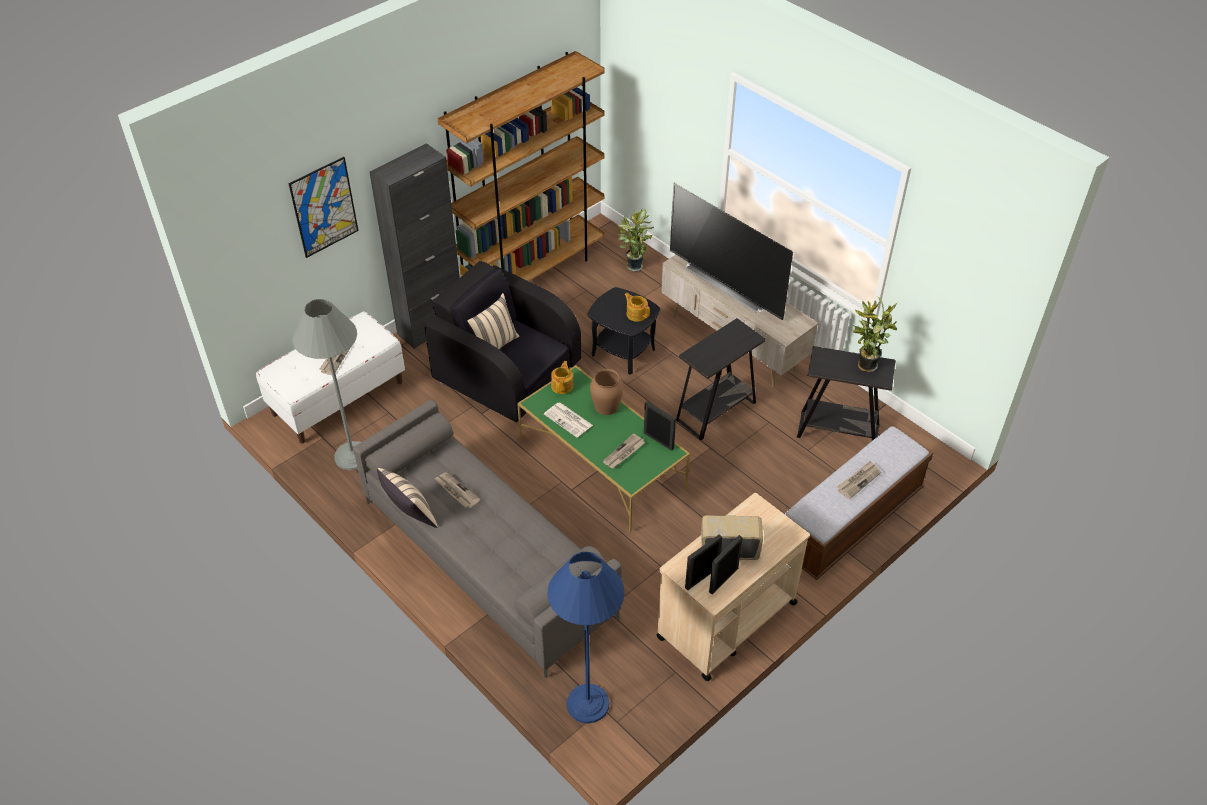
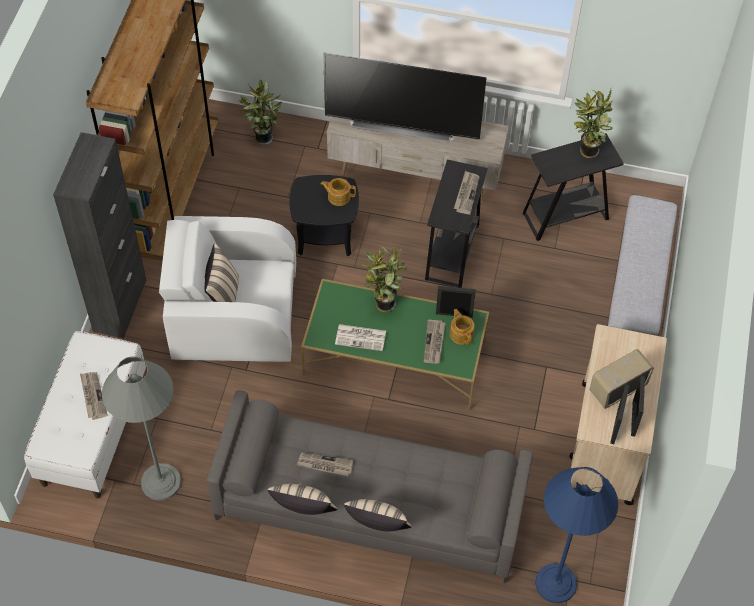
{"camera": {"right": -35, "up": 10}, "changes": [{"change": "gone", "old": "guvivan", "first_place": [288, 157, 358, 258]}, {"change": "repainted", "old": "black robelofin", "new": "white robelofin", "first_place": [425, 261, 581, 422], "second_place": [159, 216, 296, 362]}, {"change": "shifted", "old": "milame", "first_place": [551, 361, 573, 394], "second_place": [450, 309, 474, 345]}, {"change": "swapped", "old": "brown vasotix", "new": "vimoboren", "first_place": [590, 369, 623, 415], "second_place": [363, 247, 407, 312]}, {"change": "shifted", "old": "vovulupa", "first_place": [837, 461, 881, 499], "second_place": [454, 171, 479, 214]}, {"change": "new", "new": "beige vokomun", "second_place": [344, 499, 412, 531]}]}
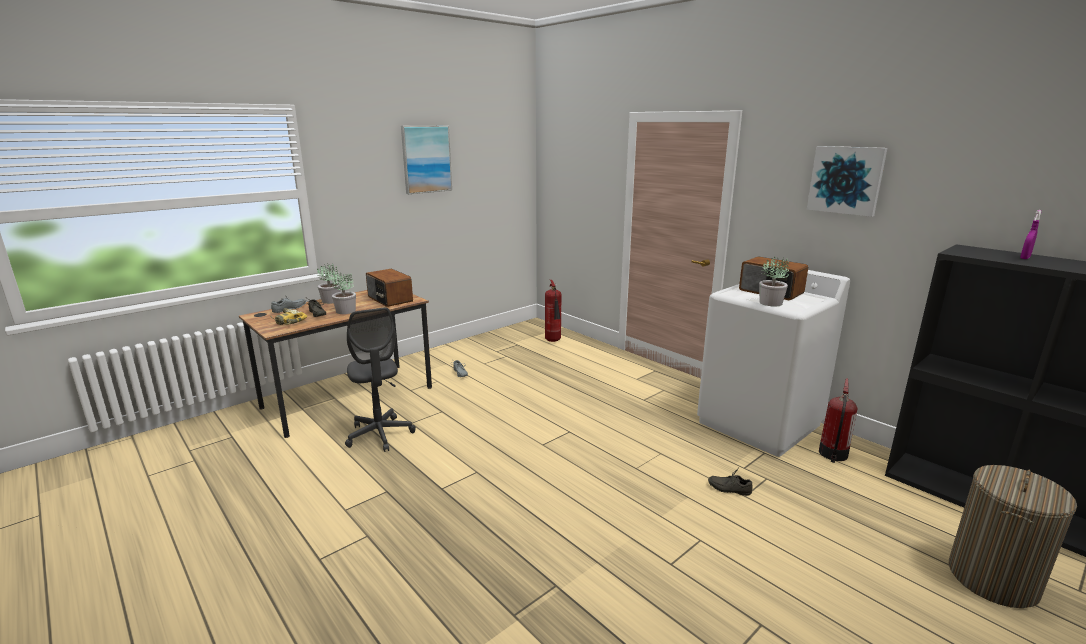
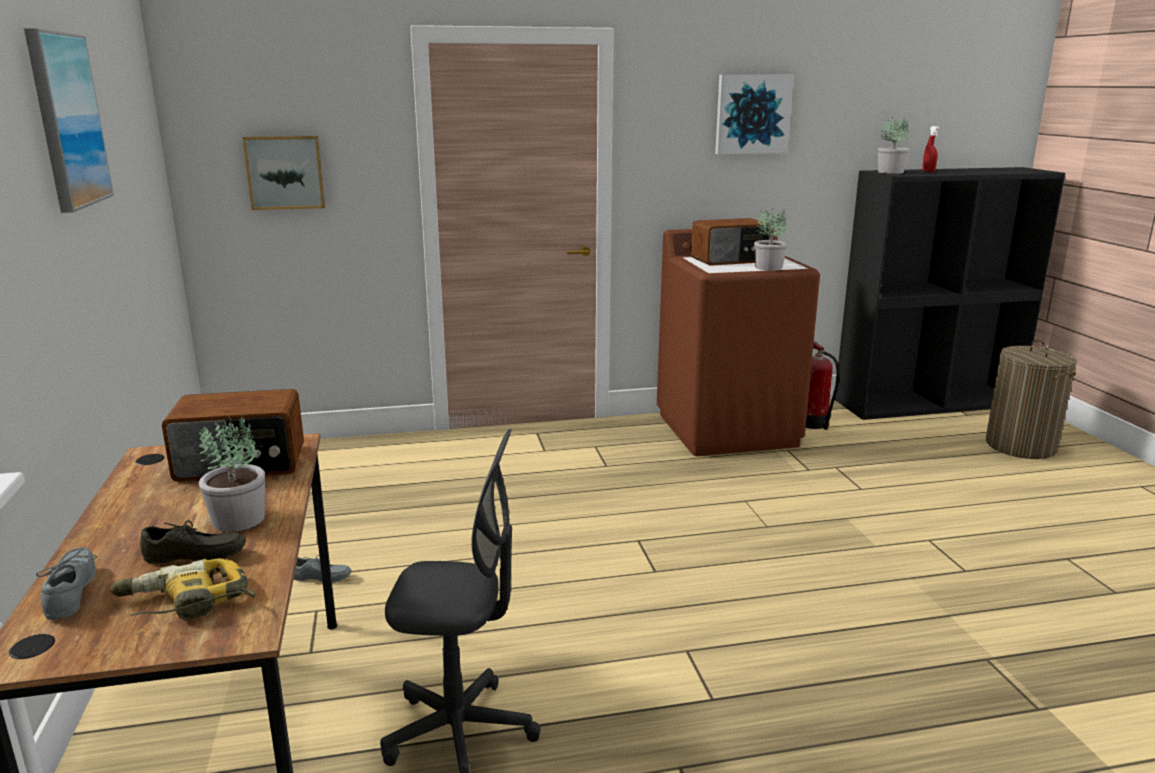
{"camera": {"right": -60, "up": 0}, "changes": [{"change": "shifted", "old": "vimoboren", "first_place": [317, 263, 341, 304], "second_place": [878, 116, 910, 174]}, {"change": "gone", "old": "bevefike", "first_place": [545, 280, 561, 342]}, {"change": "repainted", "old": "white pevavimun", "new": "brown pevavimun", "first_place": [697, 270, 850, 457], "second_place": [657, 228, 820, 456]}, {"change": "gone", "old": "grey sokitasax", "first_place": [708, 469, 753, 496]}, {"change": "repainted", "old": "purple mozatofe", "new": "red mozatofe", "first_place": [1020, 210, 1041, 259], "second_place": [922, 126, 940, 172]}, {"change": "new", "new": "guvivan", "second_place": [242, 136, 325, 210]}]}
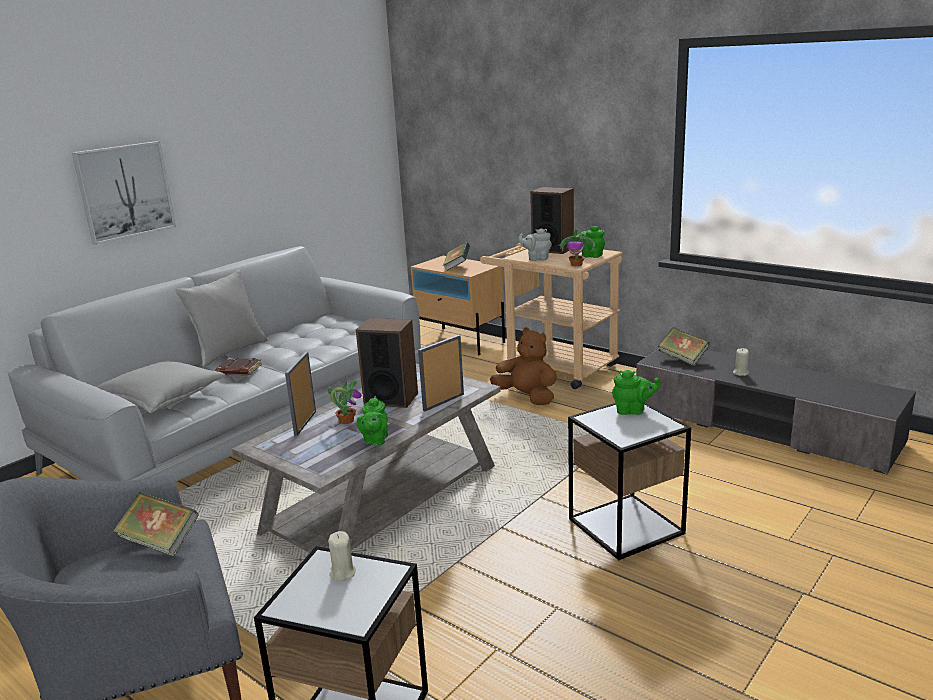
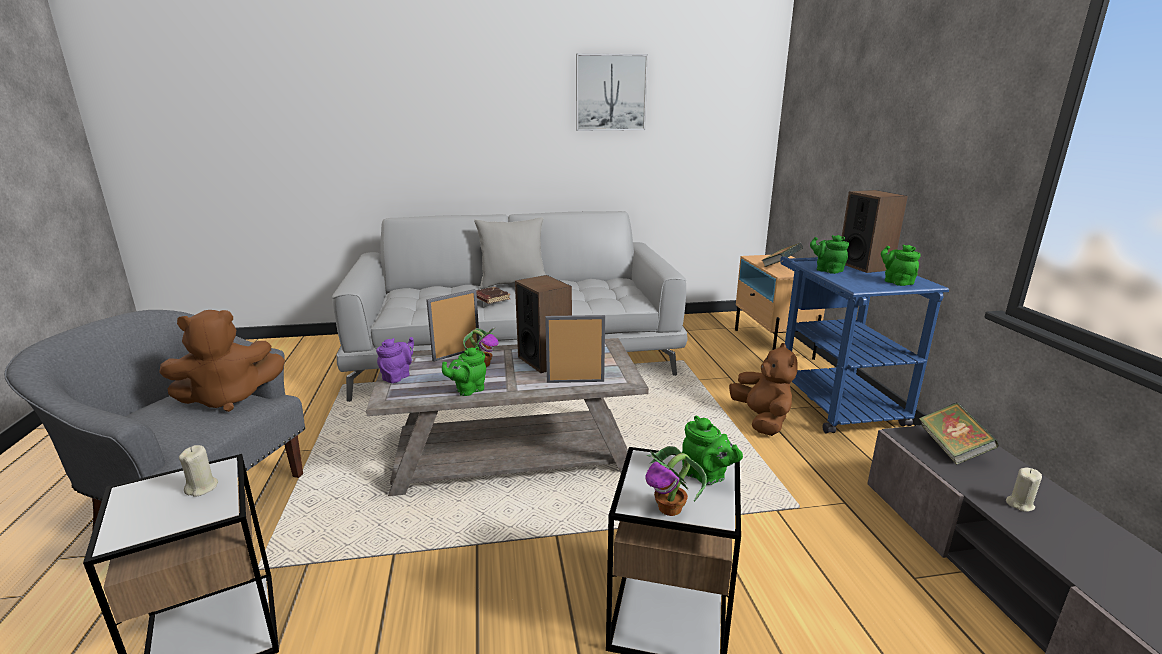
{"camera": {"right": 40, "up": 0}, "changes": [{"change": "shifted", "old": "guvivan", "first_place": [72, 141, 176, 245], "second_place": [576, 53, 648, 131]}, {"change": "gone", "old": "grey vokomun", "first_place": [96, 360, 225, 413]}, {"change": "swapped", "old": "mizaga", "new": "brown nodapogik", "first_place": [113, 492, 199, 556], "second_place": [159, 310, 285, 412]}, {"change": "repainted", "old": "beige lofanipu", "new": "blue lofanipu", "first_place": [480, 243, 623, 389], "second_place": [780, 256, 949, 434]}, {"change": "repainted", "old": "grey milame", "new": "green milame", "first_place": [518, 229, 552, 261], "second_place": [810, 235, 849, 274]}, {"change": "shifted", "old": "vimoboren", "first_place": [558, 235, 595, 266], "second_place": [645, 446, 707, 516]}, {"change": "new", "new": "purple milame", "second_place": [376, 337, 414, 383]}]}
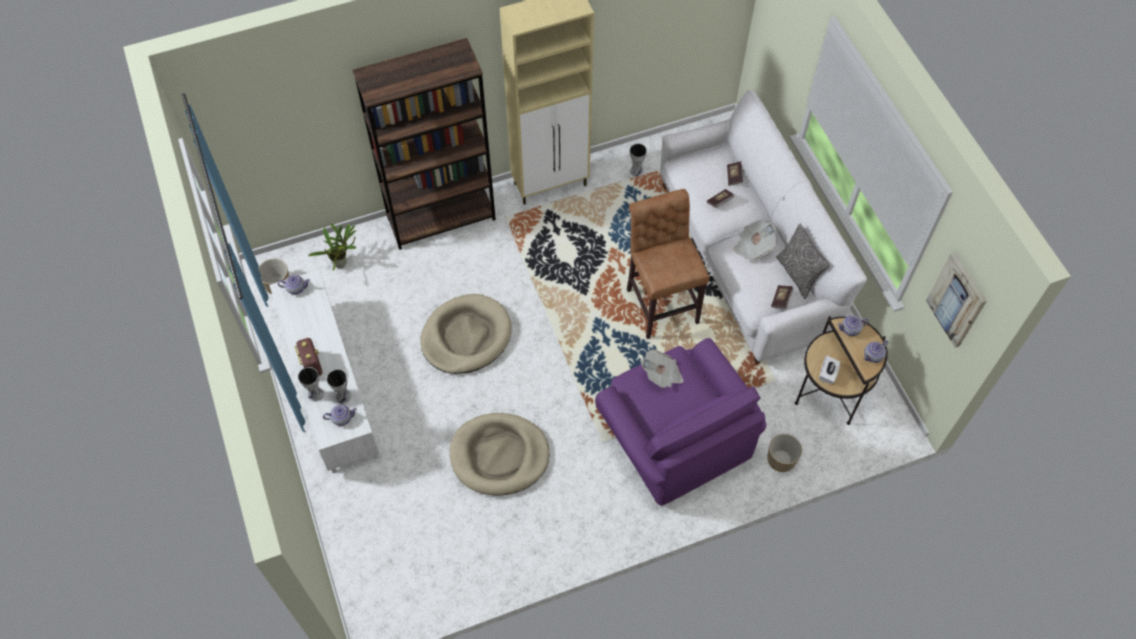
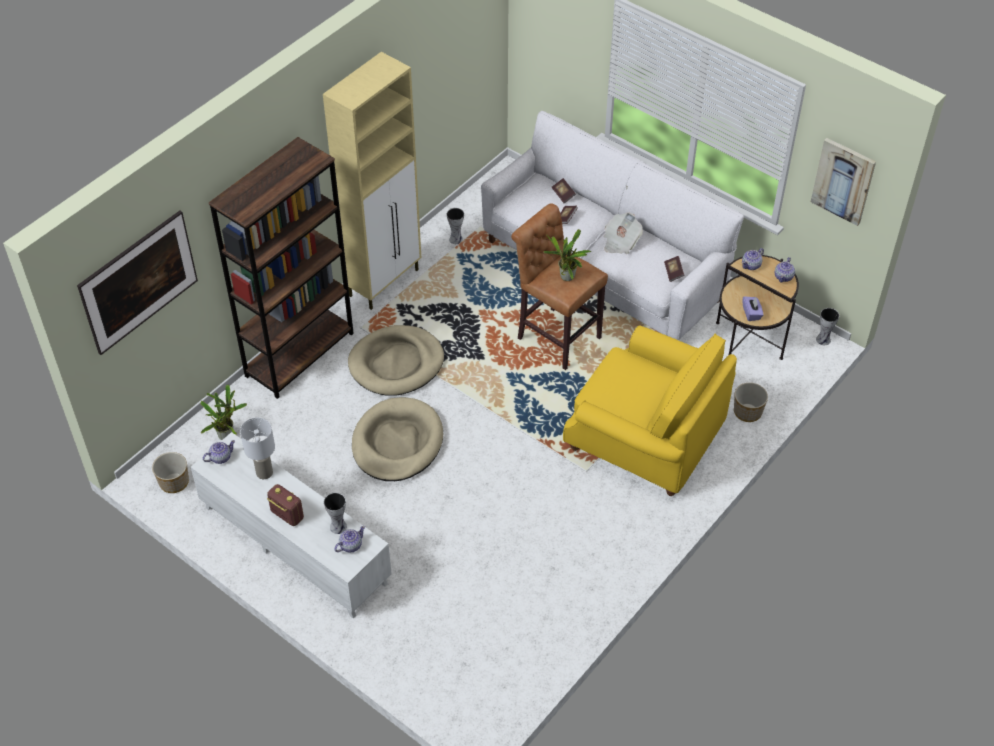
{"camera": {"right": -30, "up": -10}, "changes": [{"change": "shifted", "old": "vasotix", "first_place": [298, 367, 324, 402], "second_place": [816, 308, 839, 345]}, {"change": "shifted", "old": "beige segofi", "first_place": [450, 413, 550, 496], "second_place": [348, 325, 444, 396]}, {"change": "repainted", "old": "purple robelofin", "new": "yellow robelofin", "first_place": [595, 338, 767, 506], "second_place": [563, 325, 737, 496]}, {"change": "gone", "old": "vovulupa", "first_place": [641, 349, 684, 388]}, {"change": "gone", "old": "vokomun", "first_place": [776, 223, 830, 299]}, {"change": "repainted", "old": "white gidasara", "new": "purple gidasara", "first_place": [819, 355, 840, 384], "second_place": [743, 297, 763, 321]}, {"change": "new", "new": "guvivan", "second_place": [77, 211, 198, 355]}, {"change": "new", "new": "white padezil", "second_place": [240, 417, 275, 479]}, {"change": "new", "new": "vimoboren", "second_place": [544, 229, 591, 281]}]}
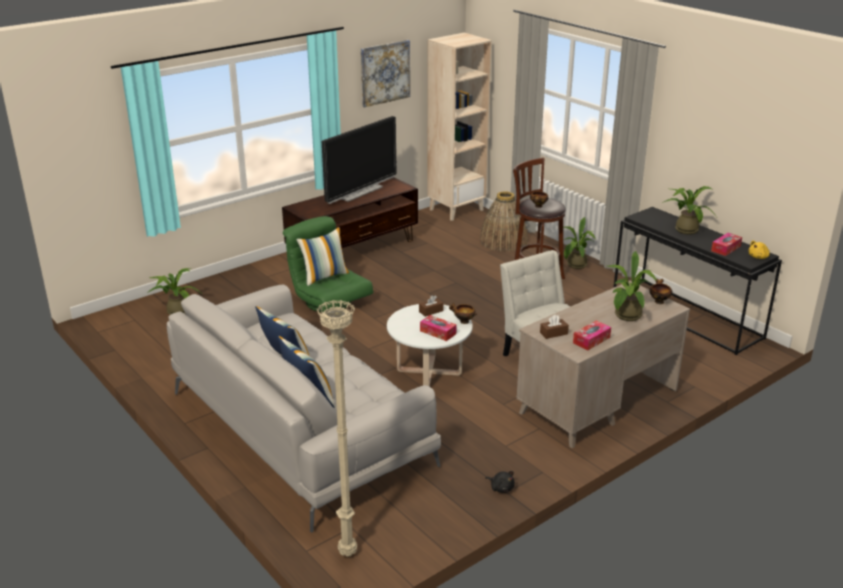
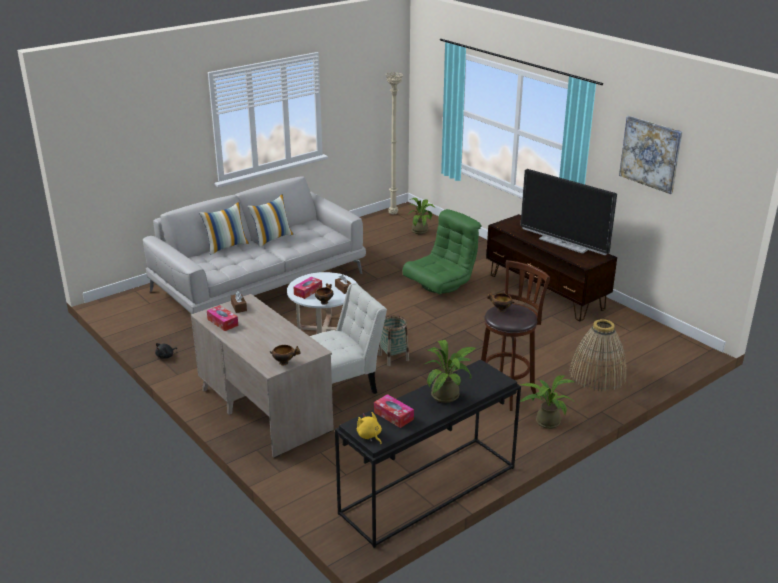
{"camera": {"right": 90, "up": 0}, "changes": [{"change": "gone", "old": "vokomun", "first_place": [296, 227, 350, 286]}, {"change": "shifted", "old": "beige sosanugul", "first_place": [317, 300, 357, 557], "second_place": [386, 72, 403, 215]}, {"change": "gone", "old": "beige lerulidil", "first_place": [427, 33, 492, 221]}, {"change": "gone", "old": "vimoboren", "first_place": [607, 251, 657, 321]}, {"change": "new", "new": "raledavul", "second_place": [378, 315, 409, 366]}]}
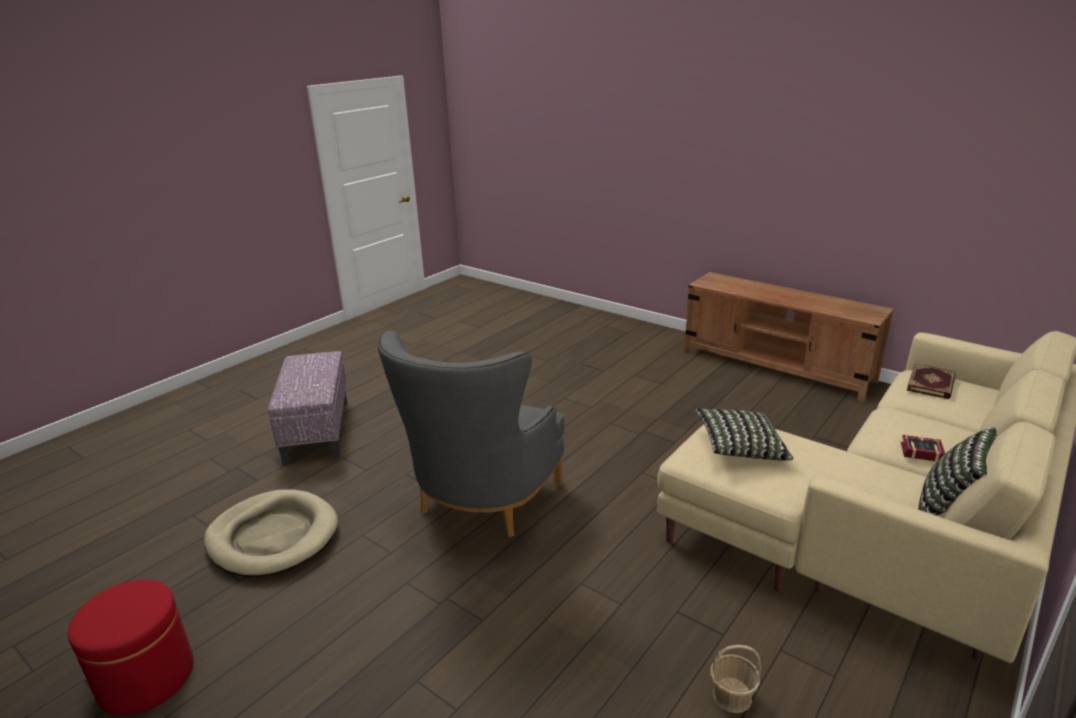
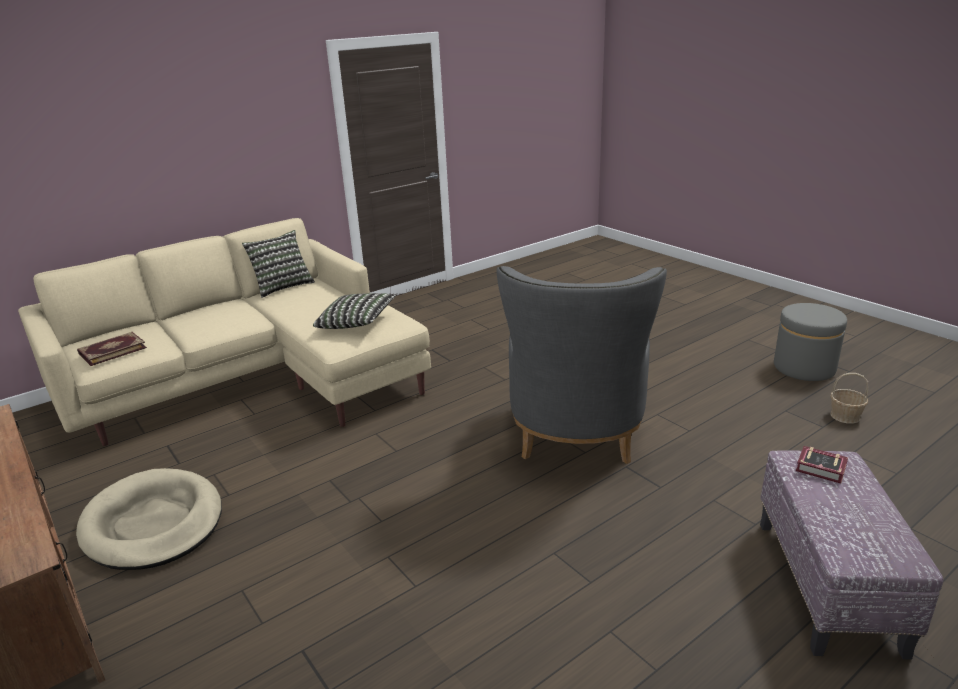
{"camera": {"right": -165, "up": 0}, "changes": [{"change": "repainted", "old": "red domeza", "new": "grey domeza", "first_place": [68, 579, 193, 716], "second_place": [774, 303, 847, 381]}, {"change": "shifted", "old": "beige segofi", "first_place": [204, 490, 338, 577], "second_place": [76, 468, 222, 570]}, {"change": "rotated", "old": "grey robelofin", "first_place": [377, 330, 565, 537], "second_place": [496, 266, 667, 464], "degrees": 150}, {"change": "shifted", "old": "raledavul", "first_place": [710, 645, 761, 713], "second_place": [830, 373, 869, 424]}, {"change": "shifted", "old": "mizaga", "first_place": [901, 435, 945, 462], "second_place": [796, 446, 848, 484]}]}
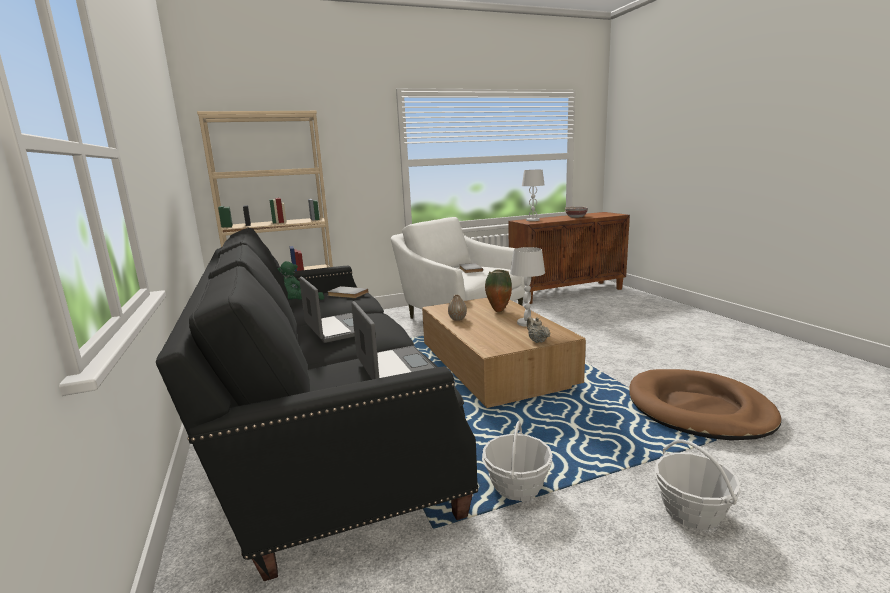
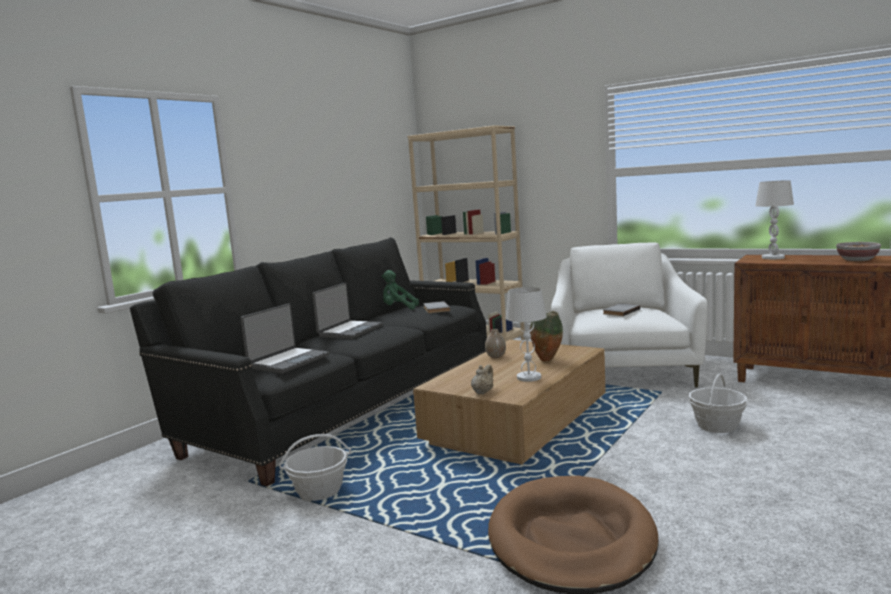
{"camera": {"right": 55, "up": -5}, "changes": [{"change": "shifted", "old": "raledavul", "first_place": [654, 440, 741, 529], "second_place": [688, 373, 748, 433]}]}
